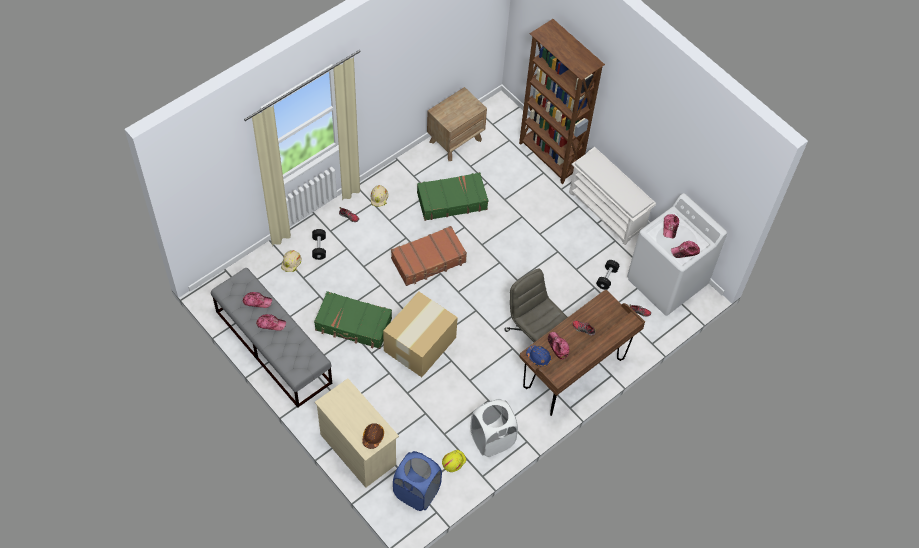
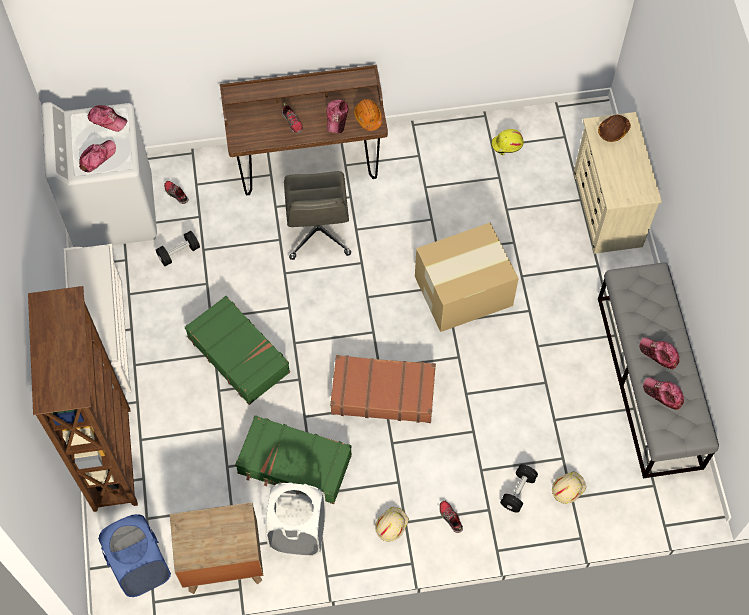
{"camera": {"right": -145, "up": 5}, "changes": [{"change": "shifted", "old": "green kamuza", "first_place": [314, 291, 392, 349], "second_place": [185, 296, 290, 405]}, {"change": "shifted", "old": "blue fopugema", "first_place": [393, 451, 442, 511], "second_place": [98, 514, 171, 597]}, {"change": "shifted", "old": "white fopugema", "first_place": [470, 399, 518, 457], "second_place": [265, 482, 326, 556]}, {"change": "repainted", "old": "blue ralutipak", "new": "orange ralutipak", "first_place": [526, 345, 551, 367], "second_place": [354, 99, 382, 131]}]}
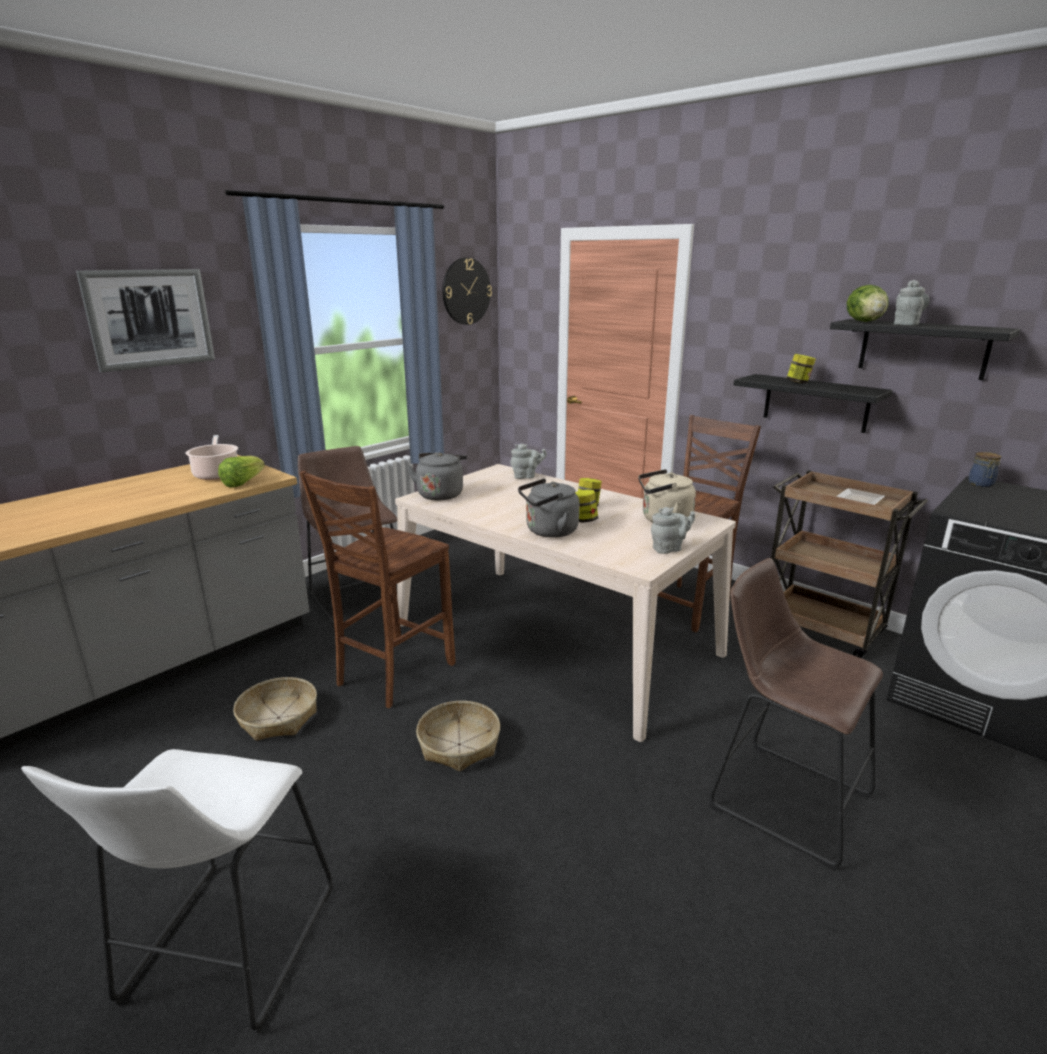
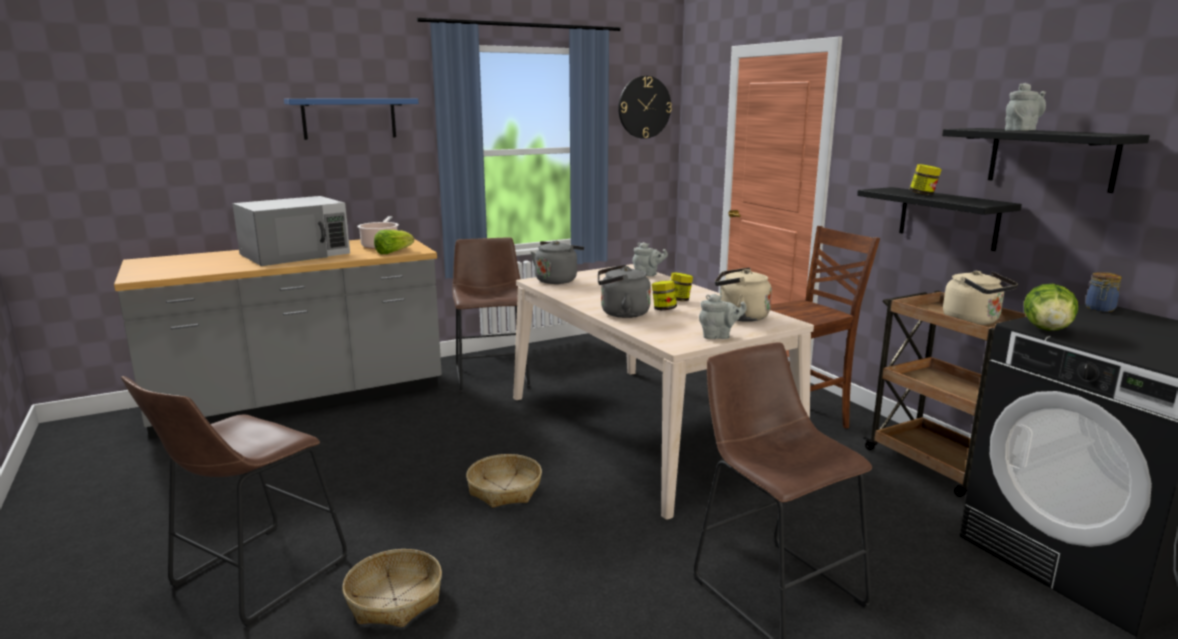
{"camera": {"right": 20, "up": -5}, "changes": [{"change": "repainted", "old": "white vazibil", "new": "brown vazibil", "first_place": [21, 749, 333, 1033], "second_place": [121, 376, 348, 627]}, {"change": "swapped", "old": "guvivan", "new": "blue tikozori", "first_place": [76, 269, 215, 372], "second_place": [284, 98, 418, 140]}, {"change": "shifted", "old": "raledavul", "first_place": [233, 677, 317, 741], "second_place": [342, 549, 442, 627]}, {"change": "gone", "old": "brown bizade", "first_place": [299, 471, 455, 708]}, {"change": "swapped", "old": "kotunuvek", "new": "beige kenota", "first_place": [836, 488, 885, 505], "second_place": [943, 271, 1018, 325]}, {"change": "shifted", "old": "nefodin", "first_place": [847, 285, 889, 322], "second_place": [1024, 284, 1078, 331]}, {"change": "new", "new": "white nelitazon", "second_place": [232, 196, 350, 266]}]}
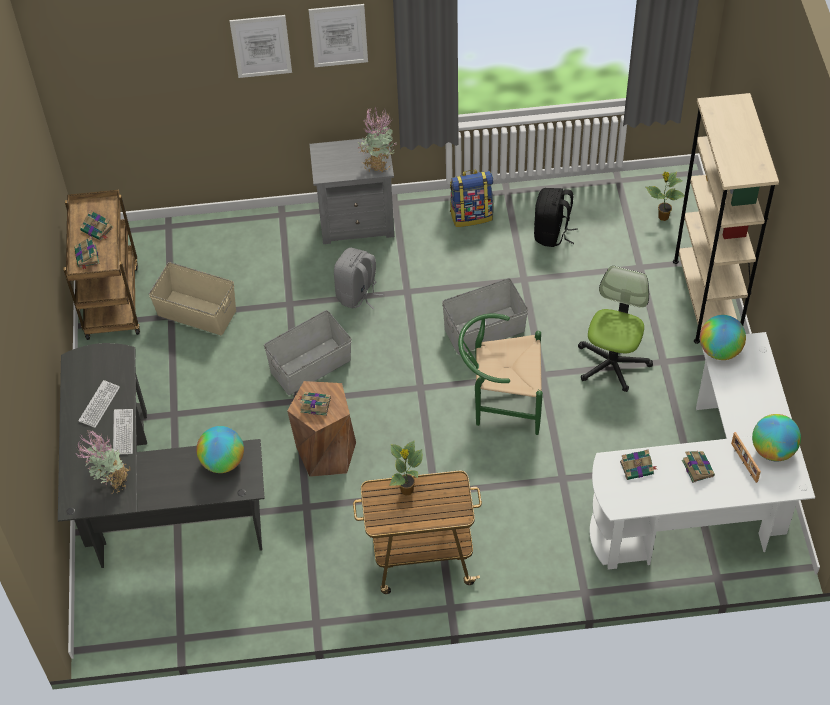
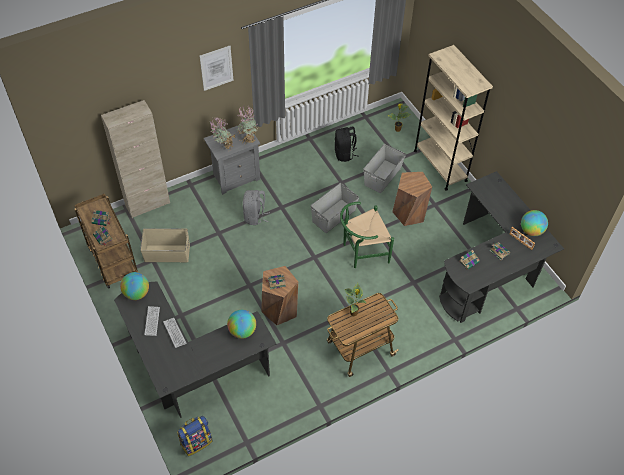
{"camera": {"right": -25, "up": 0}, "changes": [{"change": "shifted", "old": "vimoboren", "first_place": [76, 430, 131, 495], "second_place": [210, 117, 235, 151]}, {"change": "gone", "old": "guvivan", "first_place": [230, 15, 292, 78]}, {"change": "shifted", "old": "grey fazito", "first_place": [264, 310, 352, 395], "second_place": [363, 144, 406, 193]}, {"change": "shifted", "old": "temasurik", "first_place": [450, 170, 493, 227], "second_place": [177, 416, 213, 456]}, {"change": "swapped", "old": "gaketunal", "new": "brown vazibil", "first_place": [578, 266, 653, 392], "second_place": [392, 172, 432, 226]}, {"change": "repainted", "old": "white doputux", "new": "black doputux", "first_place": [590, 332, 815, 570], "second_place": [439, 171, 564, 323]}, {"change": "shifted", "old": "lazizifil", "first_place": [700, 315, 746, 360], "second_place": [120, 272, 149, 300]}, {"change": "new", "new": "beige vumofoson", "second_place": [101, 100, 170, 218]}]}
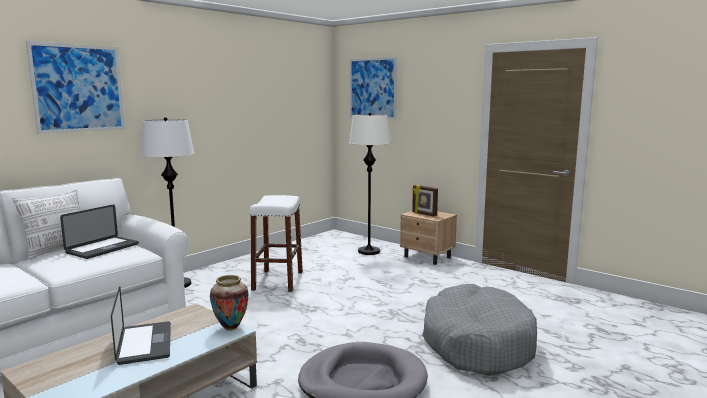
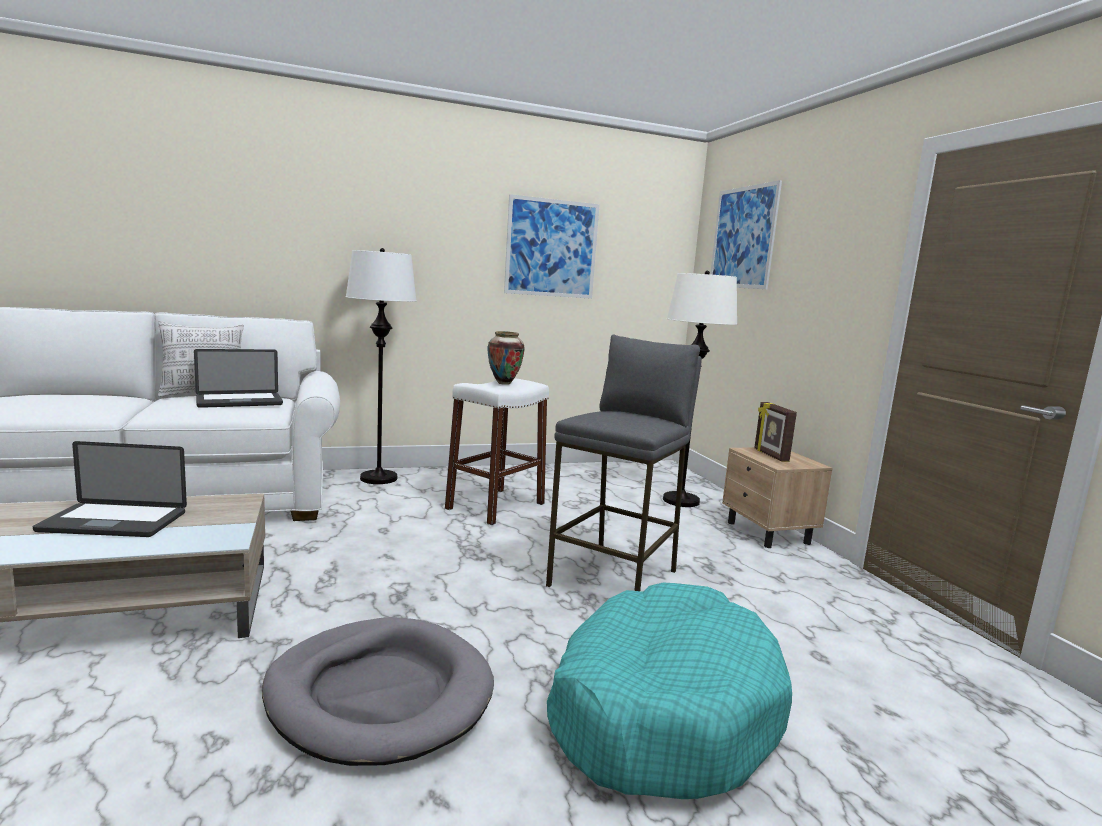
{"camera": {"right": 30, "up": 0}, "changes": [{"change": "shifted", "old": "guvivan", "first_place": [26, 41, 125, 134], "second_place": [504, 194, 600, 299]}, {"change": "rotated", "old": "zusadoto", "first_place": [111, 286, 171, 365], "second_place": [33, 441, 187, 537], "degrees": 75}, {"change": "shifted", "old": "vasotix", "first_place": [210, 275, 248, 331], "second_place": [488, 331, 525, 385]}, {"change": "repainted", "old": "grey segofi", "new": "turquoise segofi", "first_place": [422, 284, 537, 376], "second_place": [547, 583, 792, 799]}, {"change": "new", "new": "grey vazibil", "second_place": [546, 334, 702, 591]}]}
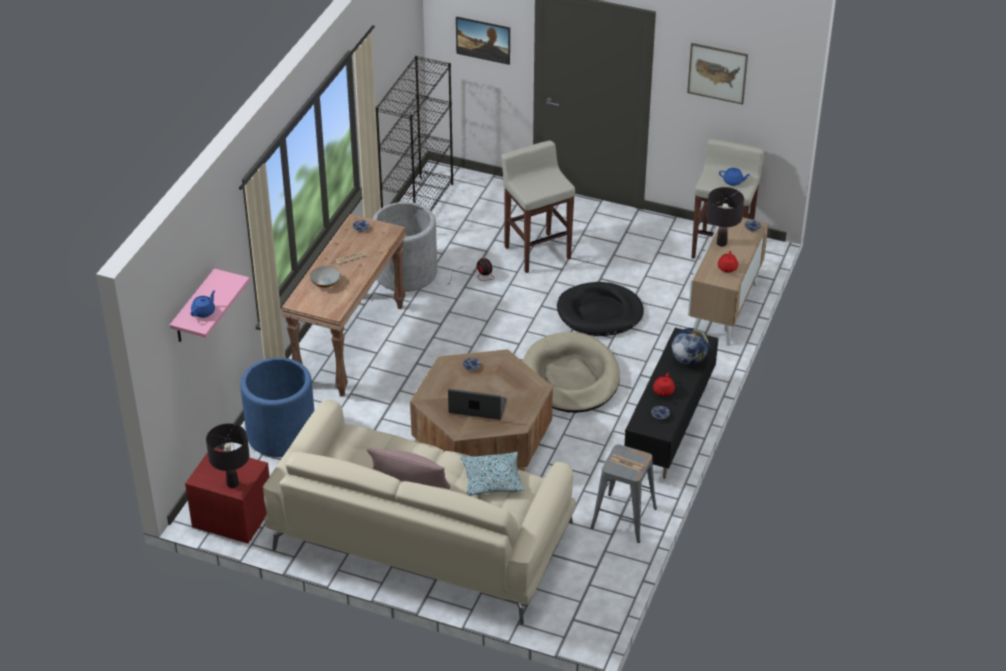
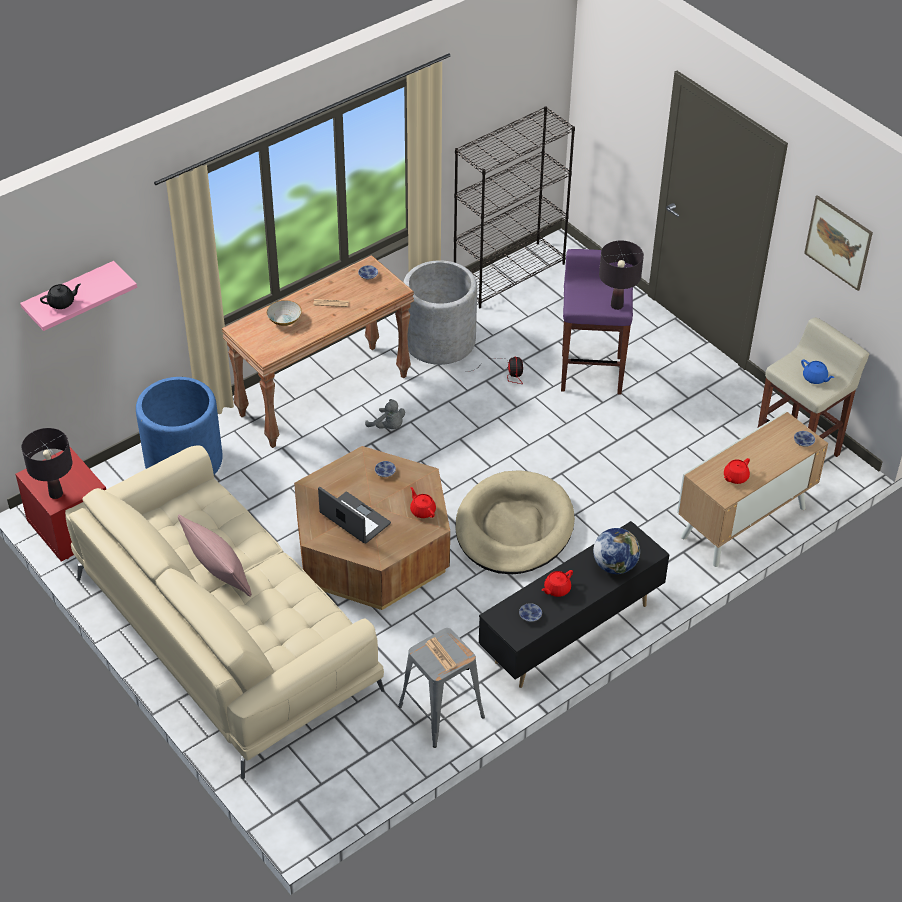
{"camera": {"right": 30, "up": 5}, "changes": [{"change": "repainted", "old": "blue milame", "new": "black milame", "first_place": [190, 290, 215, 318], "second_place": [40, 284, 81, 309]}, {"change": "gone", "old": "guvivan", "first_place": [456, 16, 510, 65]}, {"change": "gone", "old": "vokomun", "first_place": [460, 452, 524, 496]}, {"change": "repainted", "old": "beige vazibil", "new": "purple vazibil", "first_place": [501, 141, 575, 273], "second_place": [561, 249, 633, 394]}, {"change": "gone", "old": "black segofi", "first_place": [557, 282, 644, 336]}, {"change": "shifted", "old": "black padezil", "first_place": [707, 187, 744, 246], "second_place": [599, 240, 644, 310]}, {"change": "new", "new": "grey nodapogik", "second_place": [365, 399, 405, 429]}, {"change": "new", "new": "red milame", "second_place": [410, 487, 436, 518]}]}
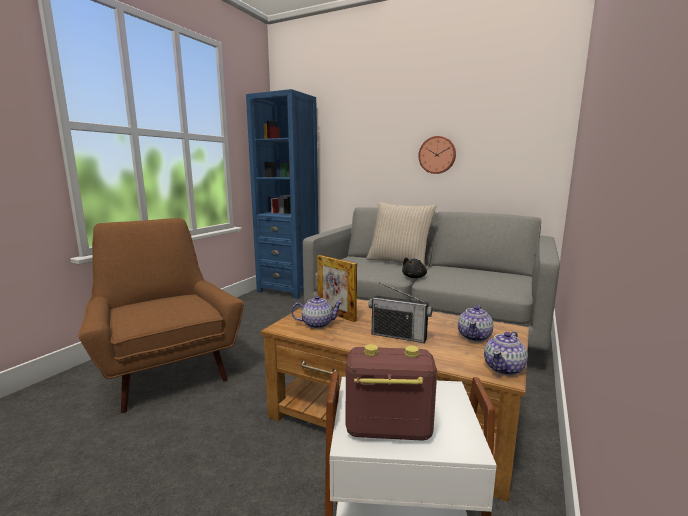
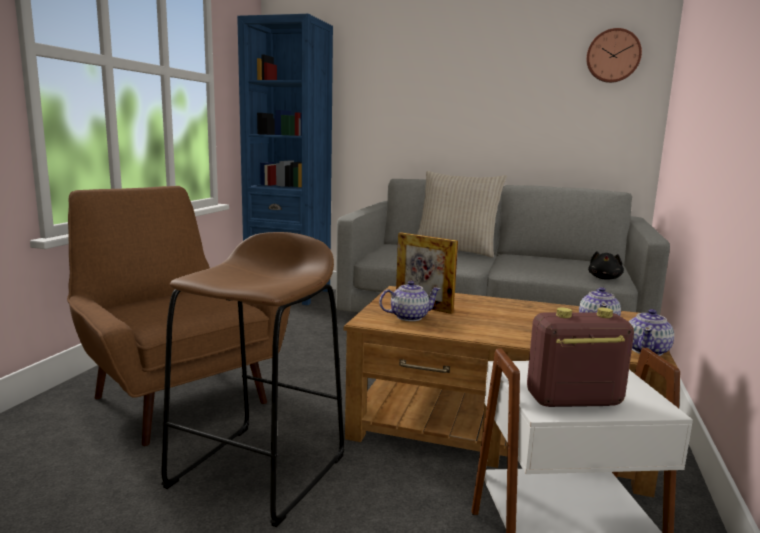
{"camera": {"right": -10, "up": 0}, "changes": [{"change": "gone", "old": "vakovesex", "first_place": [368, 282, 432, 343]}, {"change": "shifted", "old": "black nodapogik", "first_place": [402, 258, 427, 278], "second_place": [588, 251, 624, 280]}, {"change": "shifted", "old": "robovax", "first_place": [418, 136, 456, 174], "second_place": [586, 28, 642, 83]}, {"change": "new", "new": "brown vazibil", "second_place": [161, 232, 344, 527]}]}
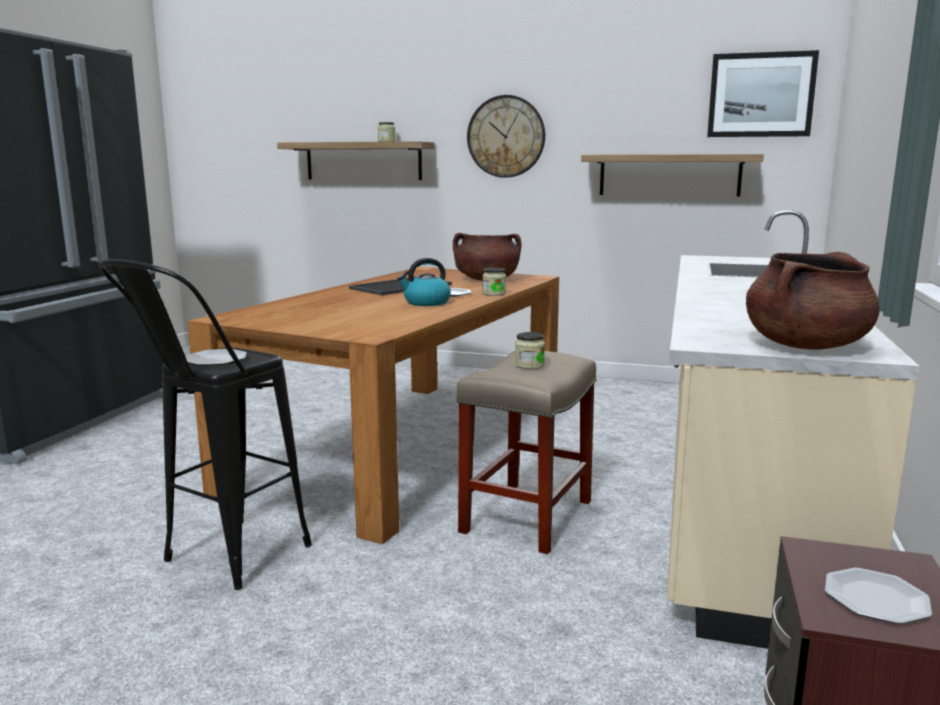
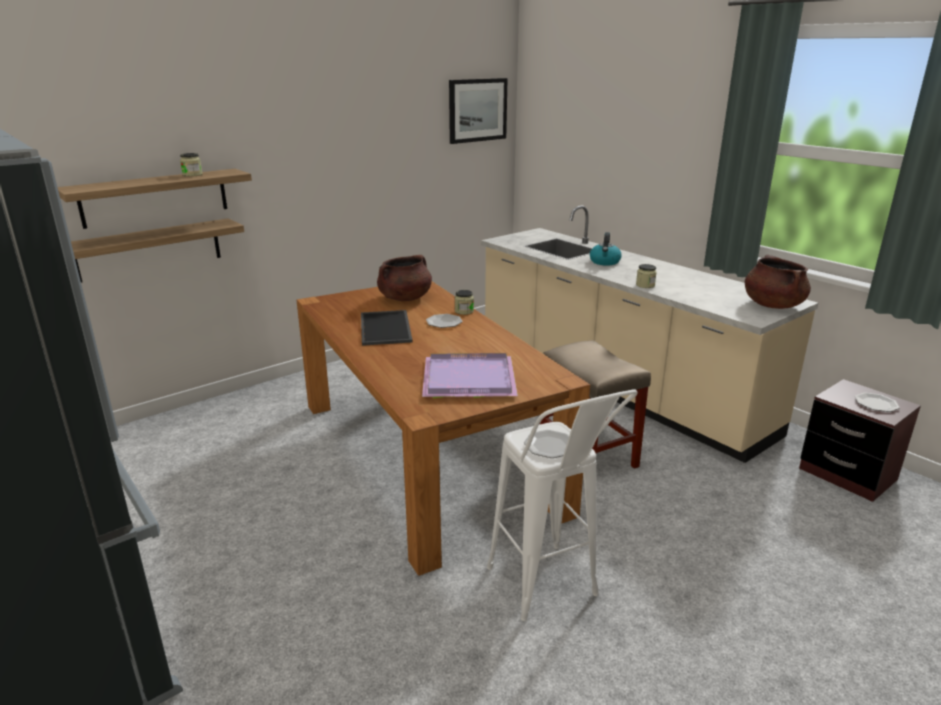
{"camera": {"right": -55, "up": 10}, "changes": [{"change": "repainted", "old": "black vazibil", "new": "white vazibil", "first_place": [99, 259, 312, 590], "second_place": [487, 389, 638, 621]}, {"change": "shifted", "old": "kenota", "first_place": [397, 258, 451, 306], "second_place": [590, 232, 622, 266]}, {"change": "gone", "old": "robovax", "first_place": [467, 95, 545, 178]}, {"change": "shifted", "old": "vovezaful", "first_place": [515, 332, 545, 369], "second_place": [636, 264, 657, 288]}, {"change": "shifted", "old": "tikozori", "first_place": [581, 154, 764, 197], "second_place": [71, 218, 244, 283]}, {"change": "new", "new": "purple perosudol", "second_place": [422, 353, 518, 398]}]}
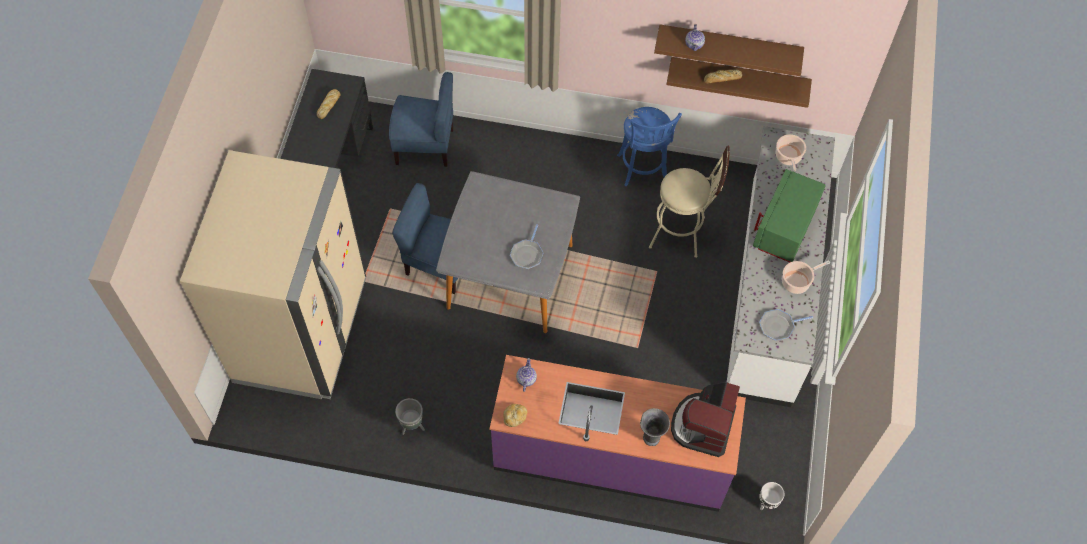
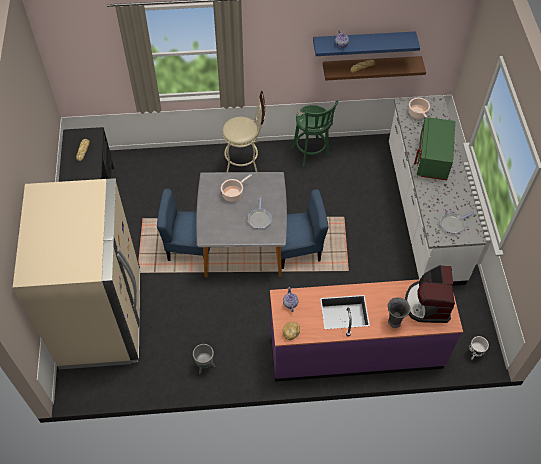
{"camera": {"right": -15, "up": -5}, "changes": [{"change": "shifted", "old": "blue bizade", "first_place": [389, 72, 453, 167], "second_place": [281, 189, 328, 269]}, {"change": "repainted", "old": "blue vazibil", "new": "green vazibil", "first_place": [617, 107, 682, 186], "second_place": [291, 100, 338, 167]}, {"change": "shifted", "old": "beige vazibil", "first_place": [649, 146, 730, 258], "second_place": [222, 91, 265, 172]}, {"change": "repainted", "old": "brown tikozori", "new": "blue tikozori", "first_place": [654, 25, 804, 76], "second_place": [313, 31, 420, 56]}, {"change": "shifted", "old": "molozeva", "first_place": [782, 260, 830, 294], "second_place": [221, 174, 252, 202]}]}
